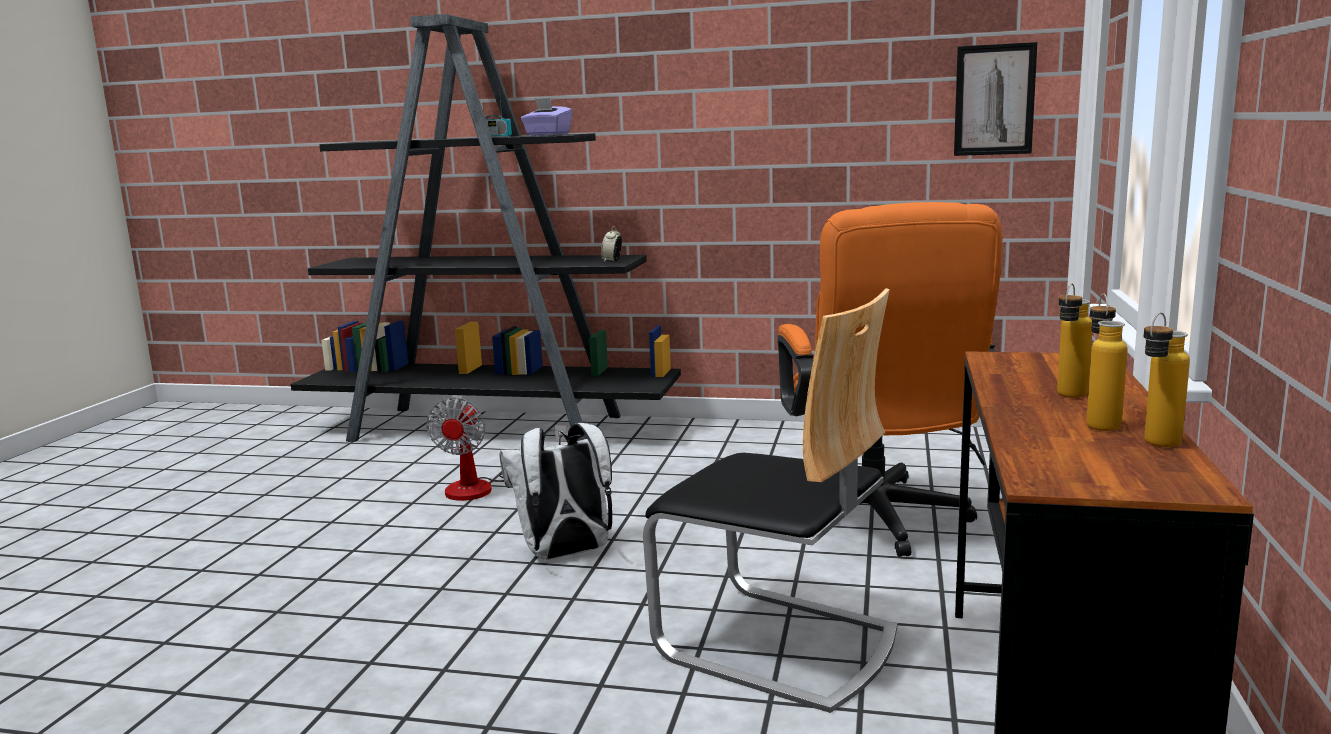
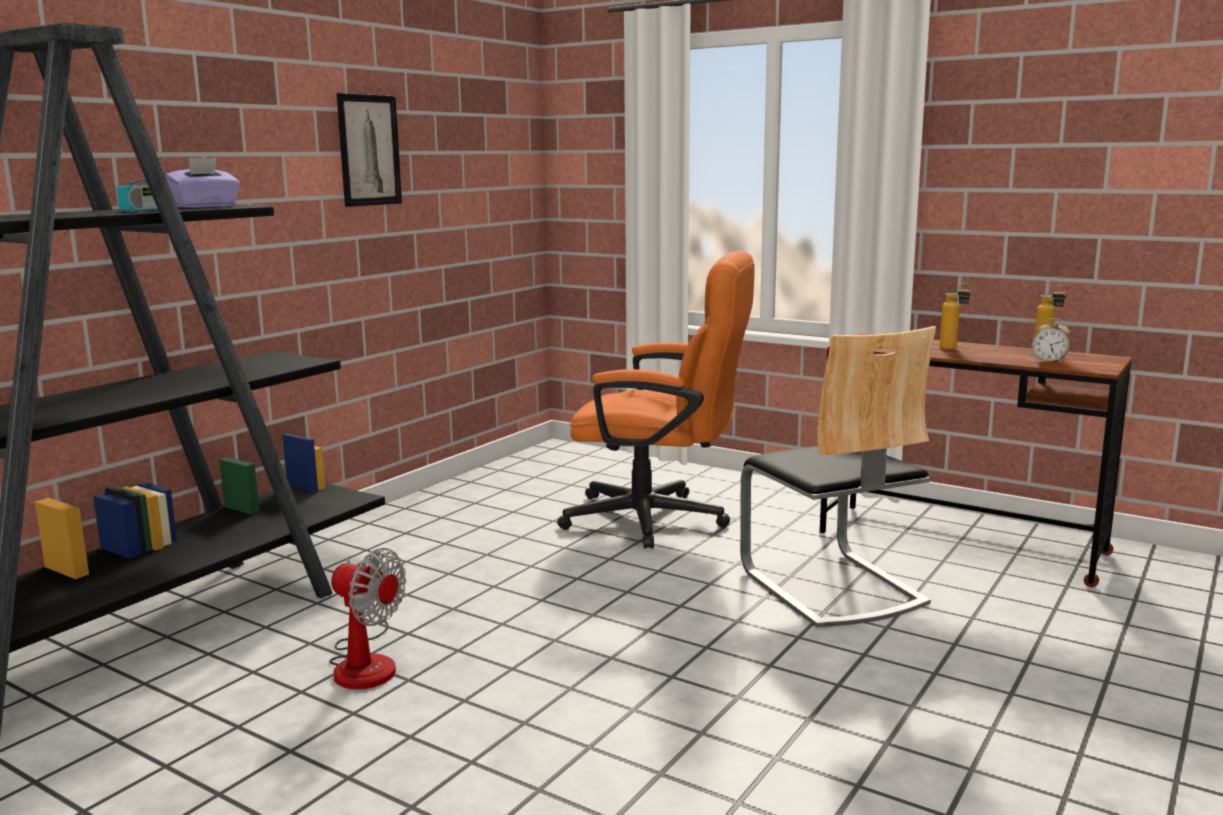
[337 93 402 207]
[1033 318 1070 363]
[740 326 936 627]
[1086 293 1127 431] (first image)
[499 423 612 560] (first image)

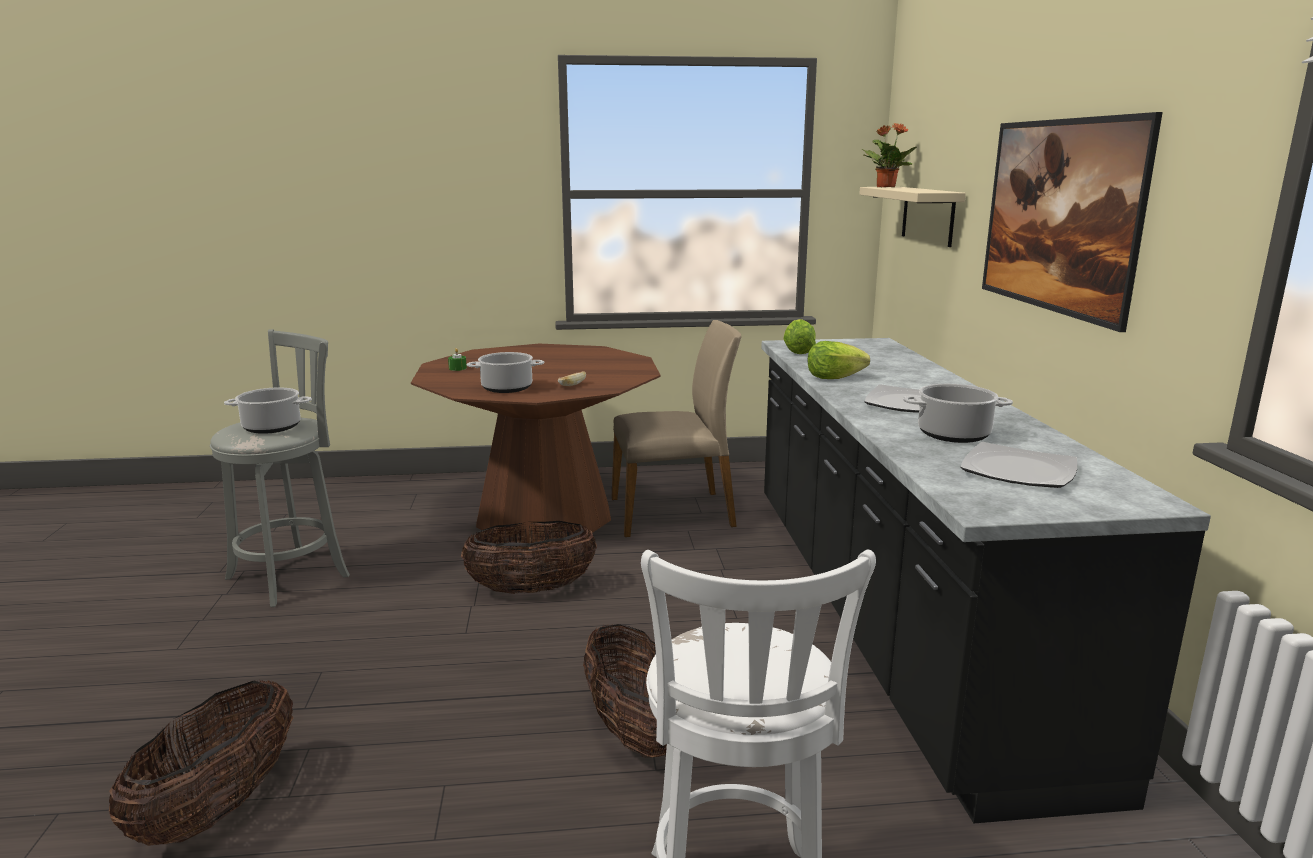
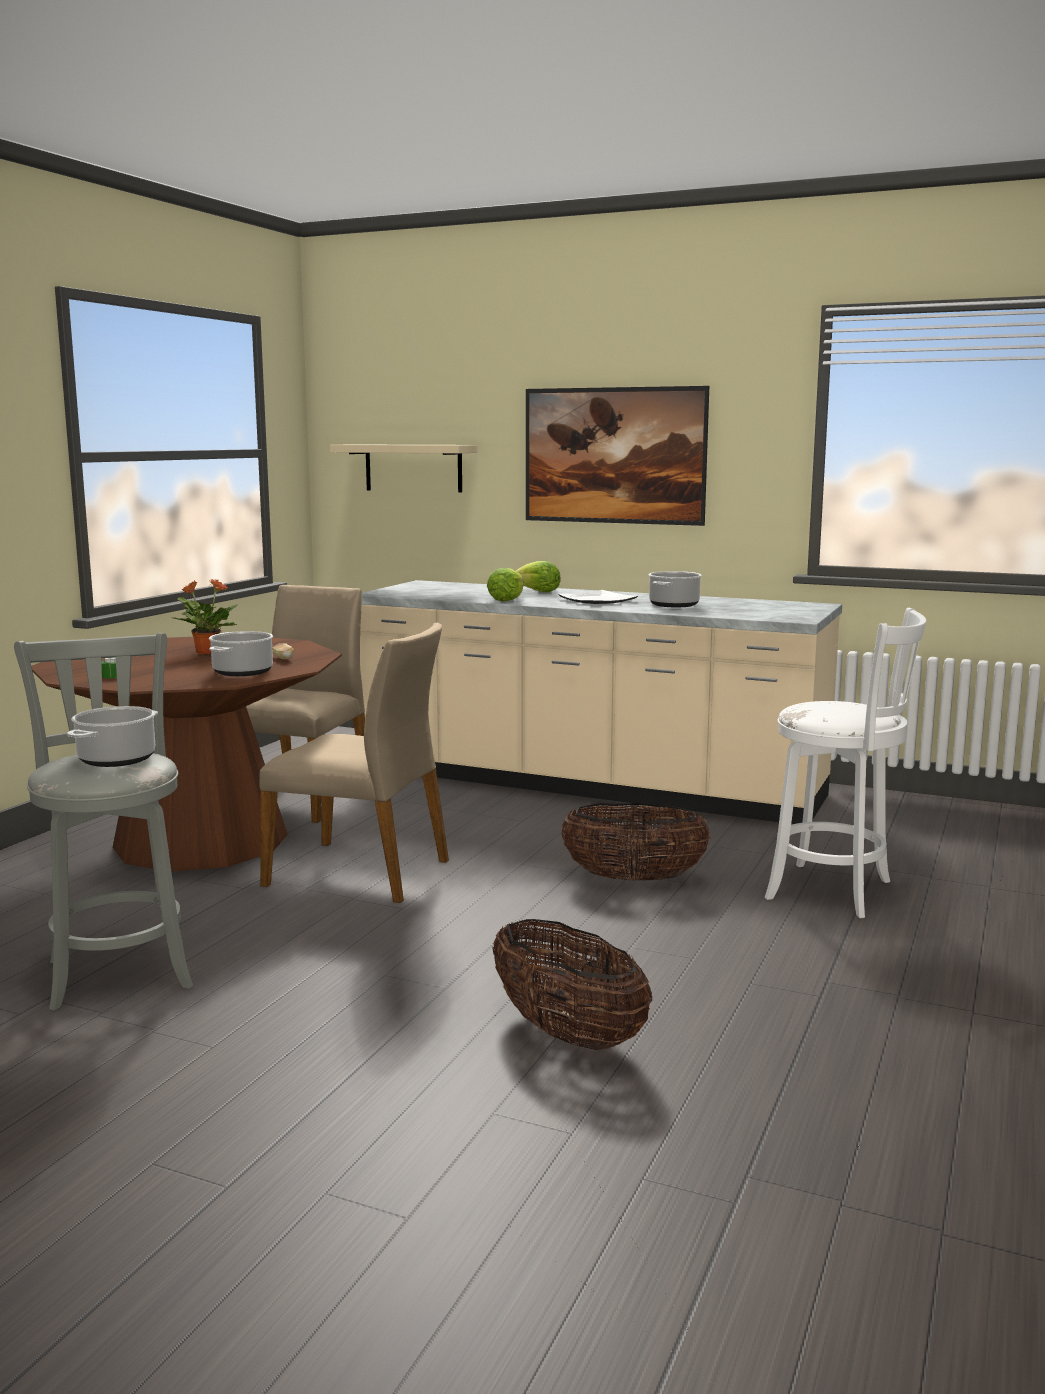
[170 579 239 655]
[516 561 561 592]
[360 580 842 824]
[960 442 1077 488] (first image)
[259 623 449 903]

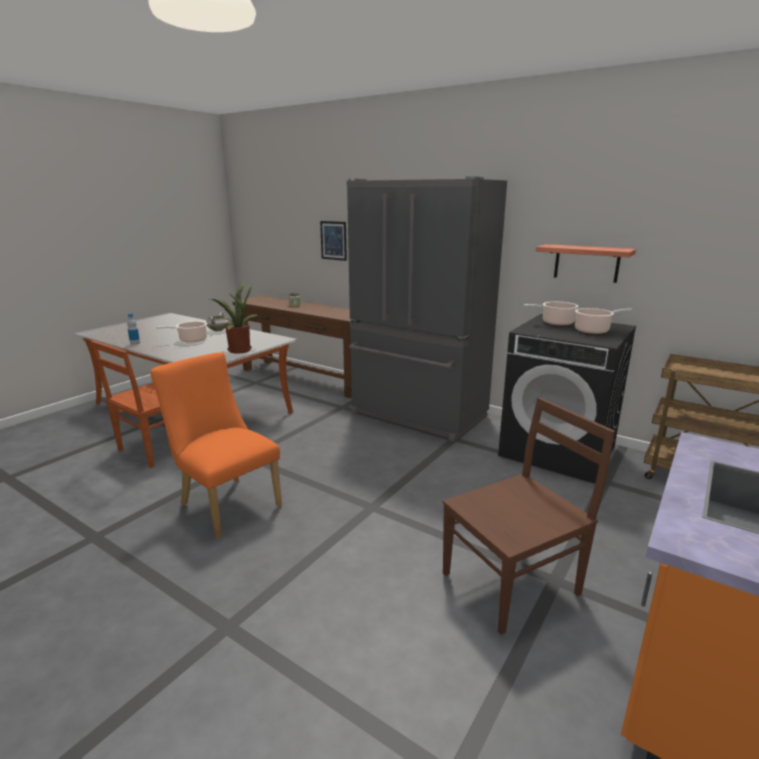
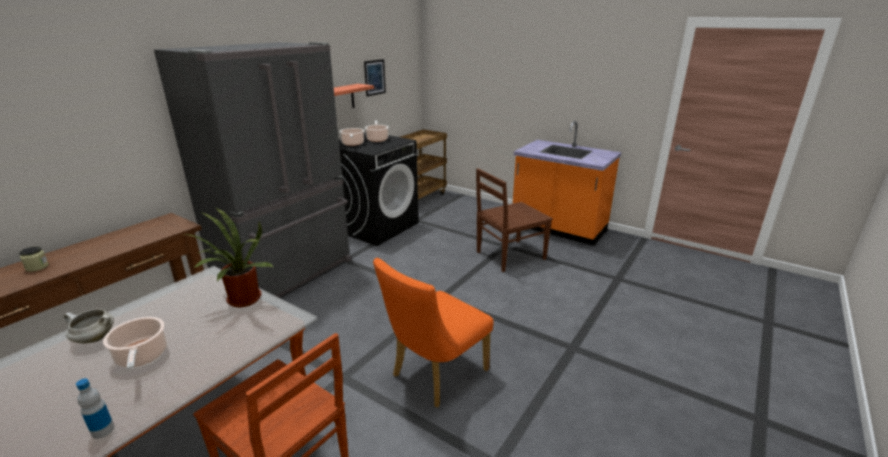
[364 59 386 97]
[476 168 553 272]

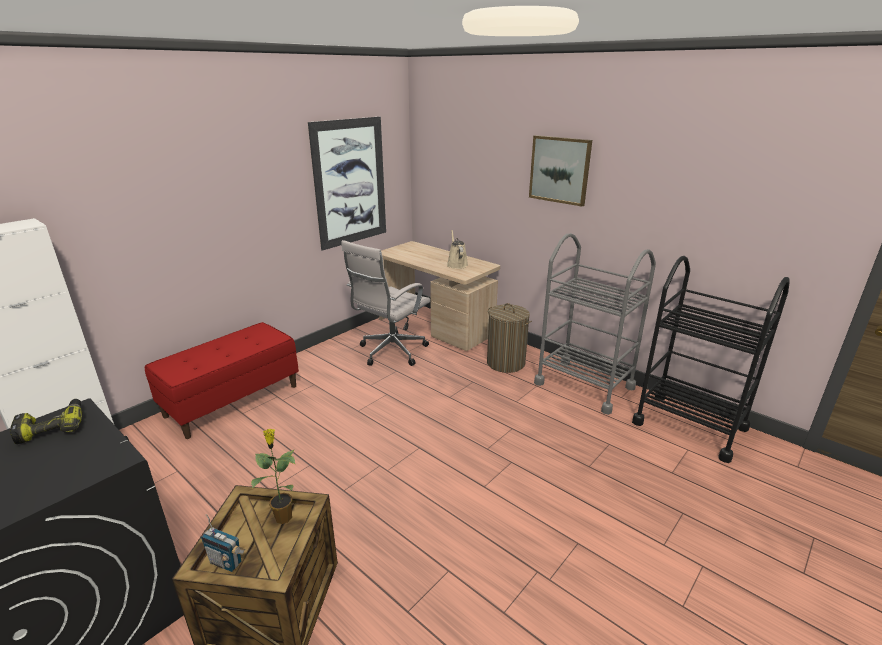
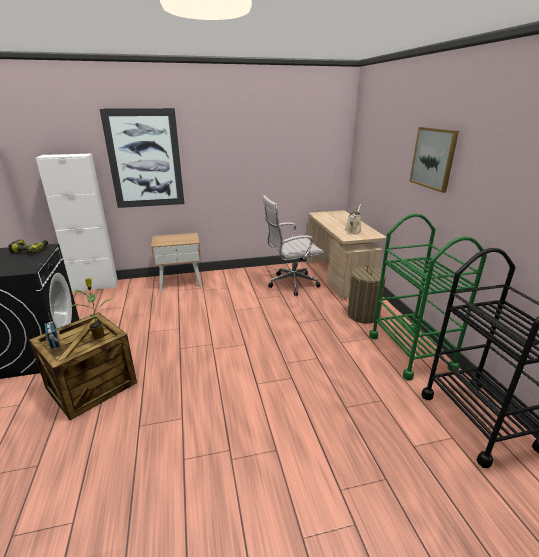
[100 108 184 208]
[369 214 487 381]
[151 233 202 291]

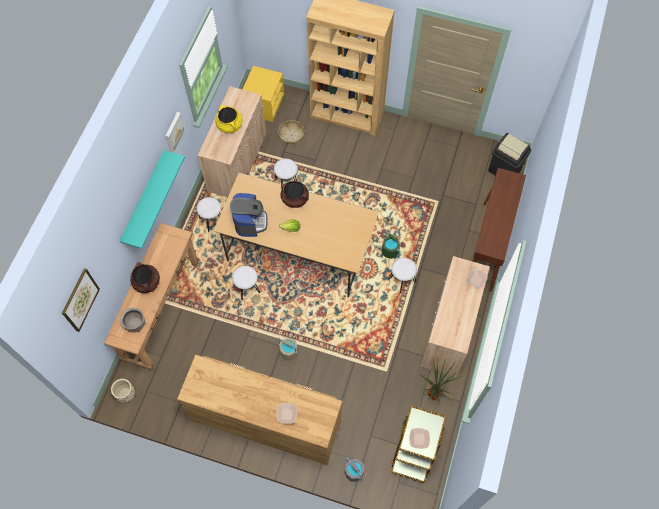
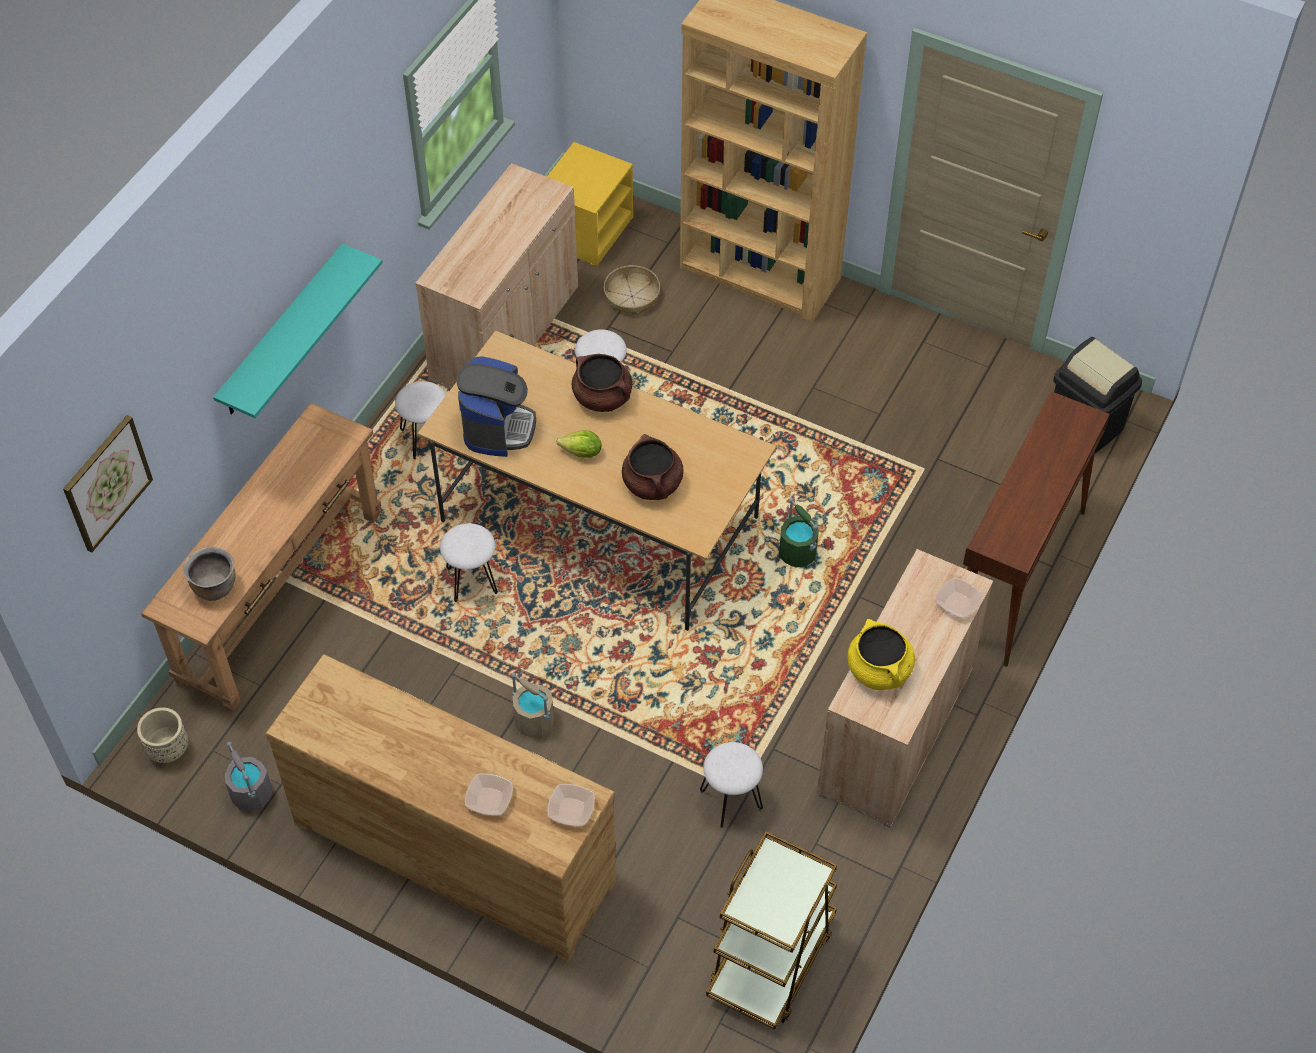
[847 619 915 690]
[165 112 185 153] (first image)
[700 742 763 828]
[622 434 684 500]
[418 358 463 406] (first image)
[547 784 595 826]
[225 742 273 812]

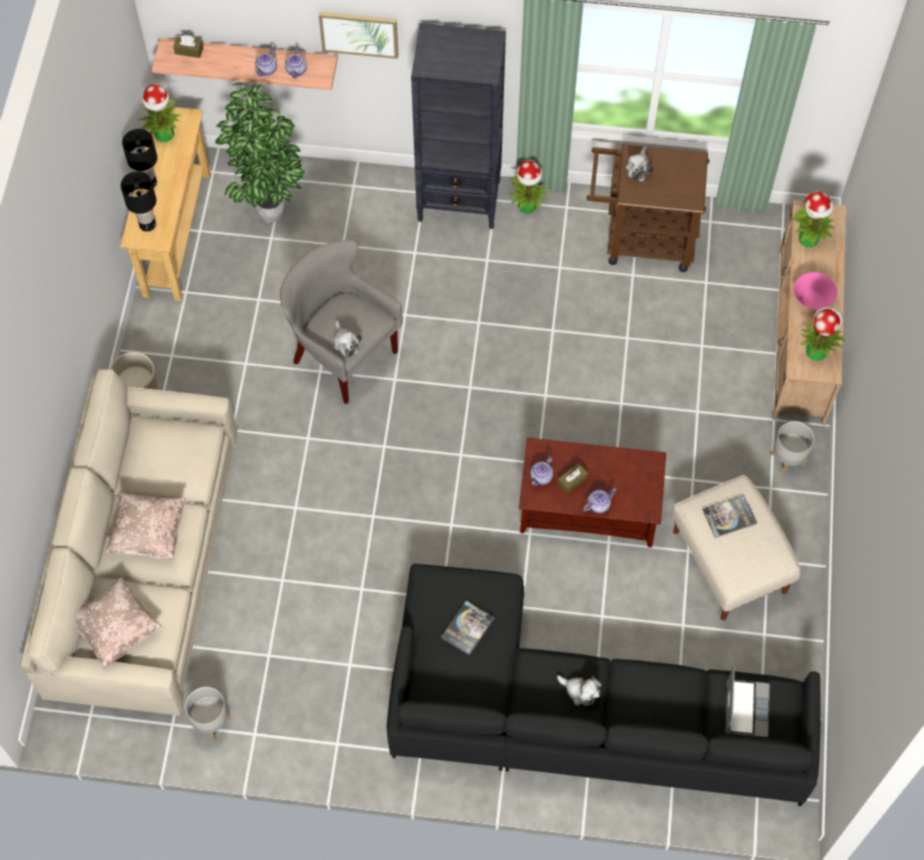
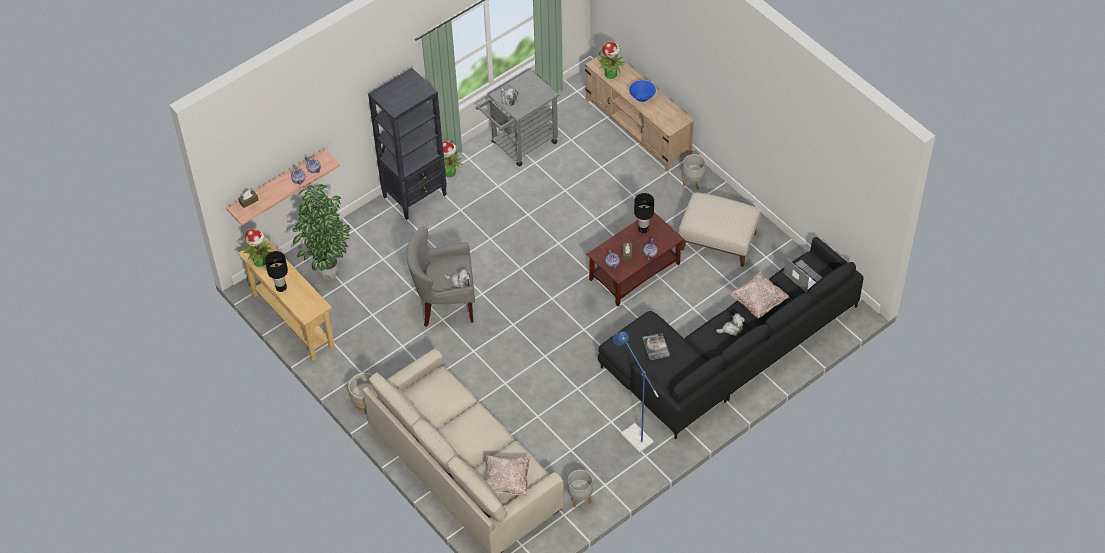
[319 12 398 59] (first image)
[476 69 559 166]
[634 193 654 233]
[629 80 656 102]
[800 307 846 361] (first image)
[730 271 790 318]
[702 495 757 538] (first image)
[613 331 659 453]

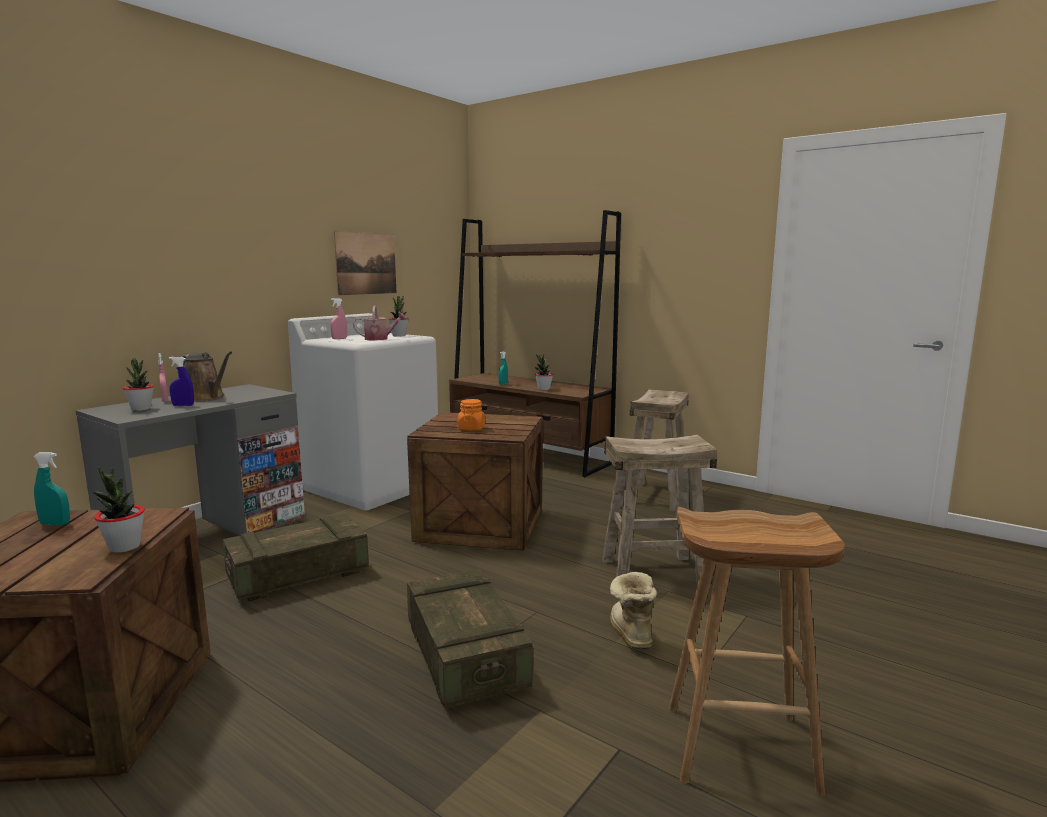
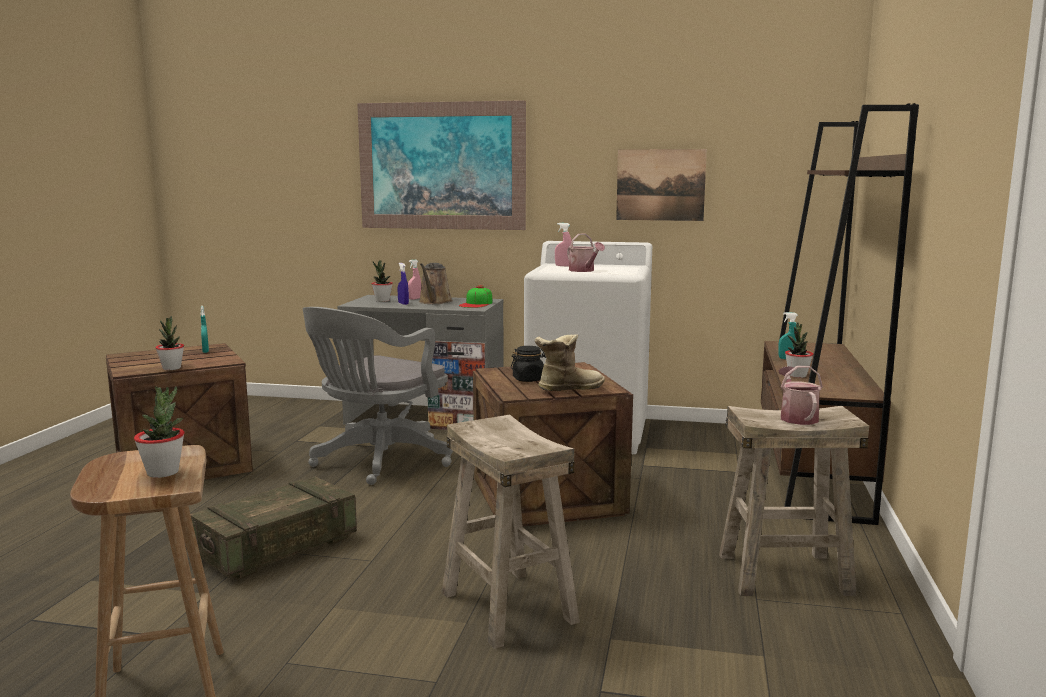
[134 386 185 478]
[511 346 546 382]
[303 307 453 485]
[535 334 605 391]
[357 100 526 230]
[459 285 493 308]
[778 366 823 425]

